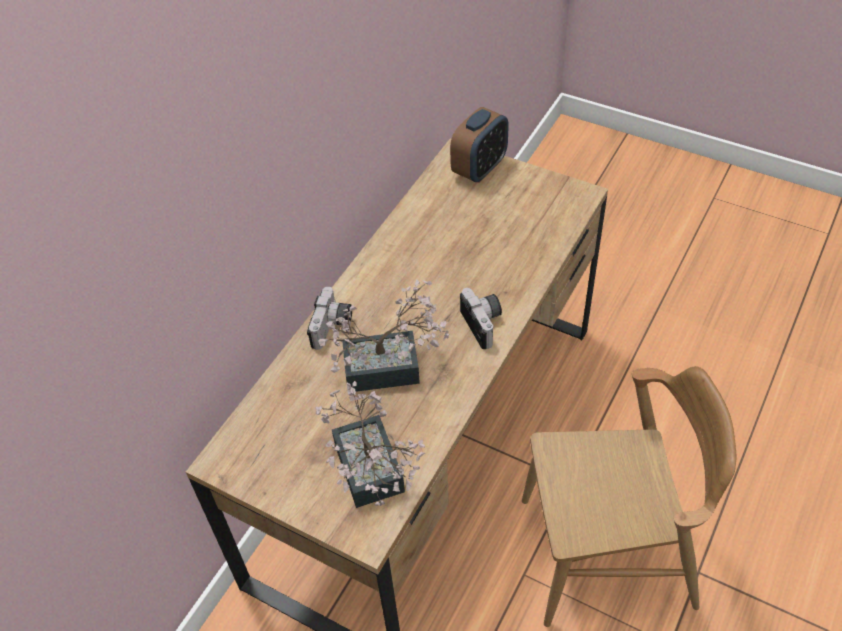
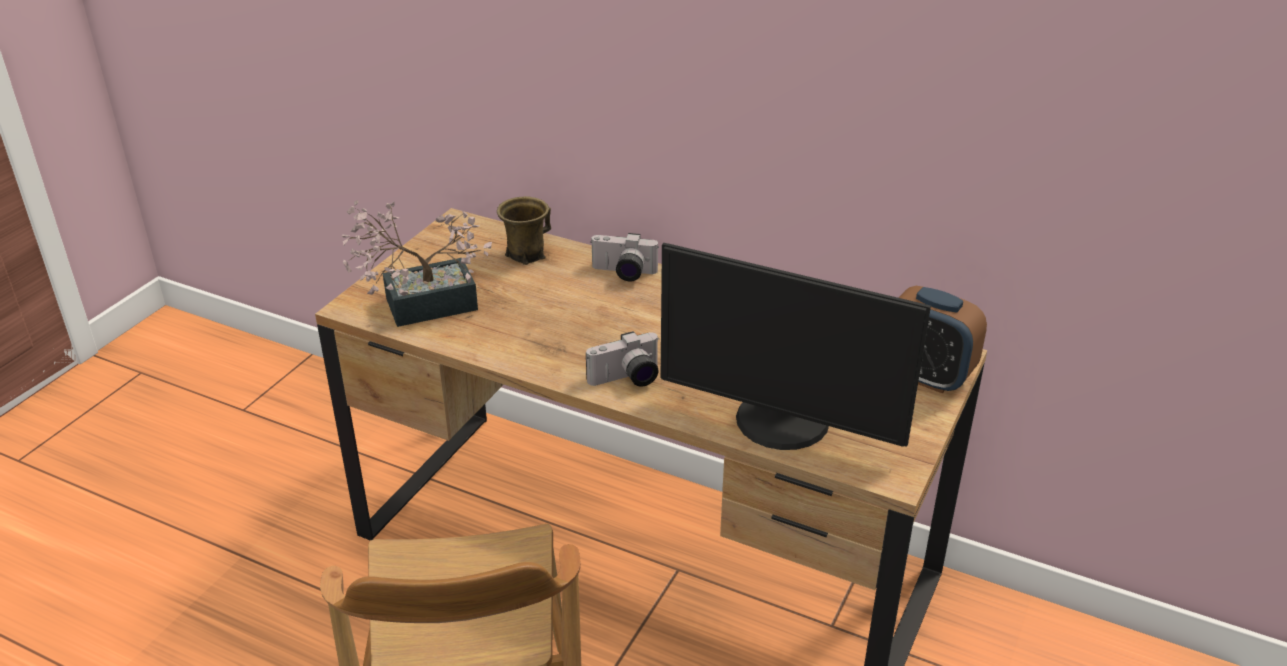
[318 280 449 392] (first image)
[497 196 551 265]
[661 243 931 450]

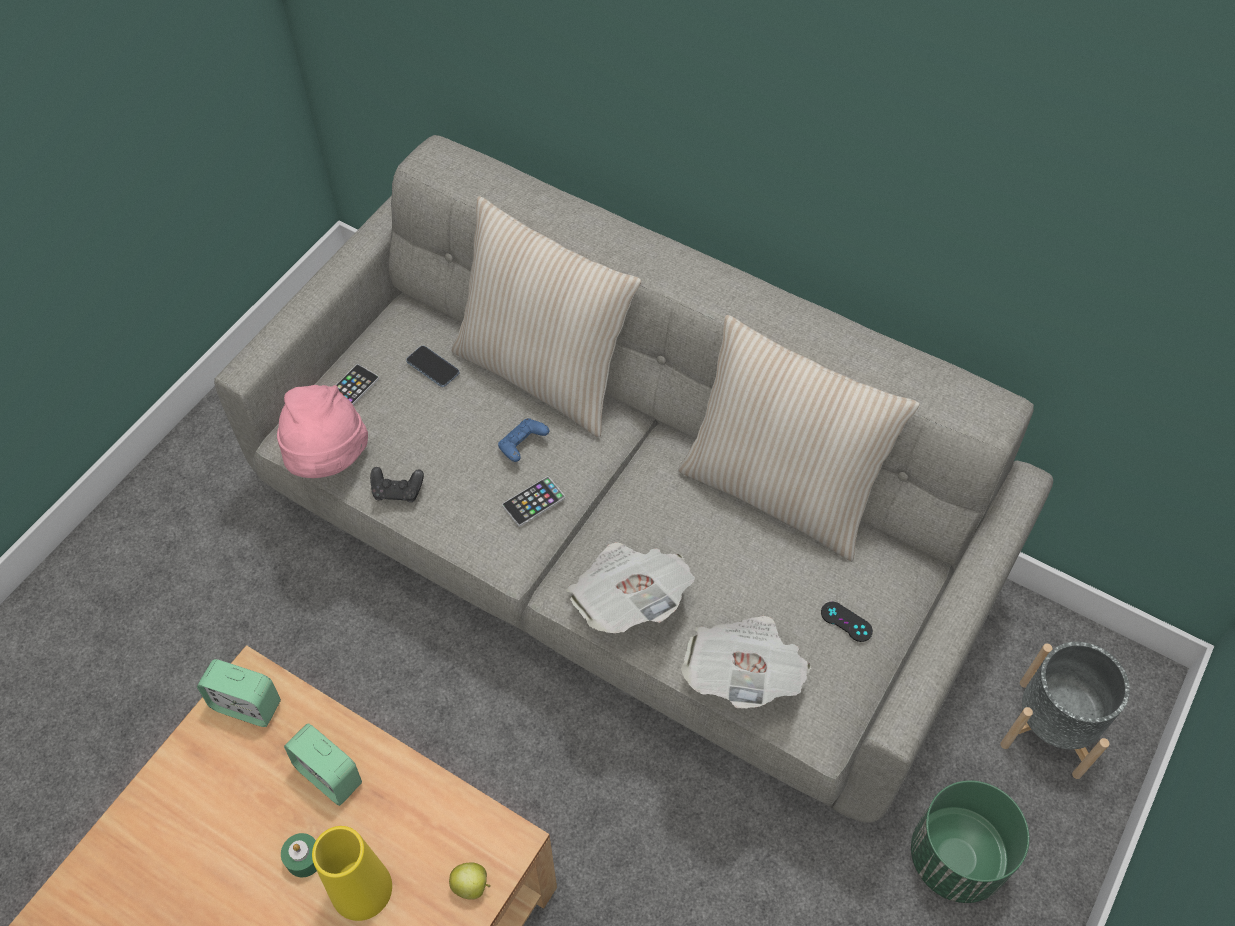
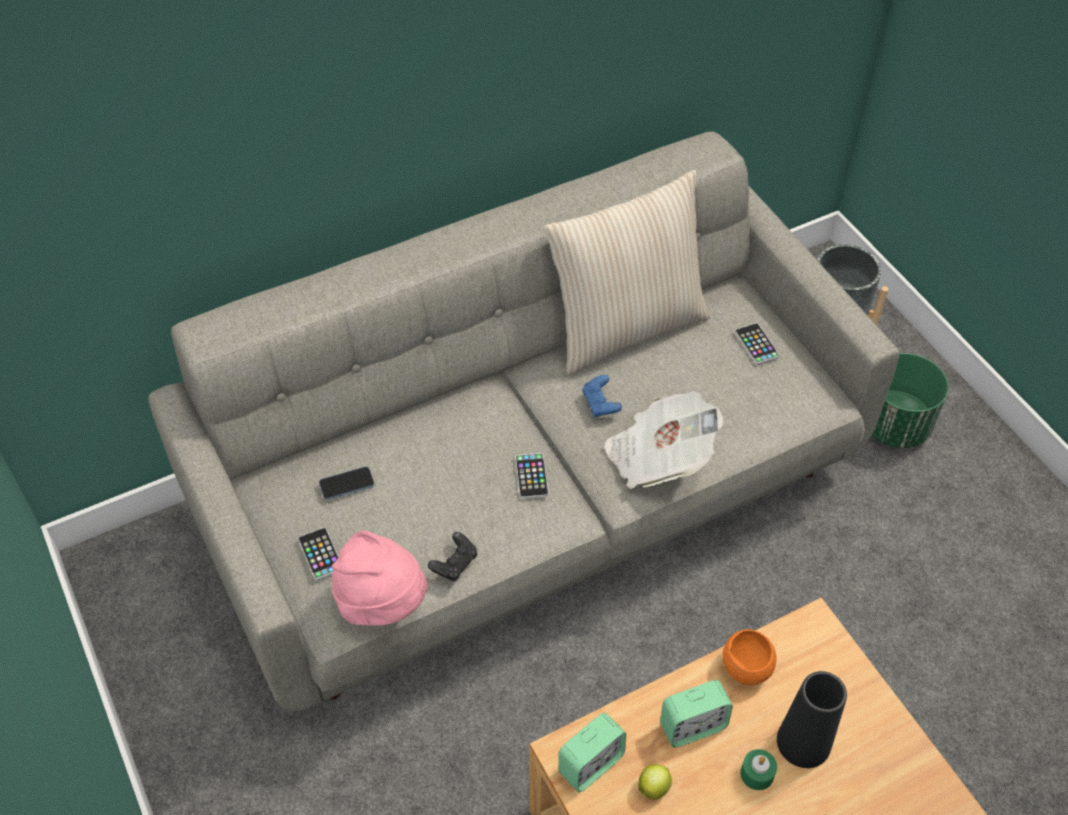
[451 196 641 437] (first image)
[582 375 622 417]
[735 323 780 365]
[681 616 811 708] (first image)
[777 671 847 768]
[638 764 672 800]
[723 629 777 685]

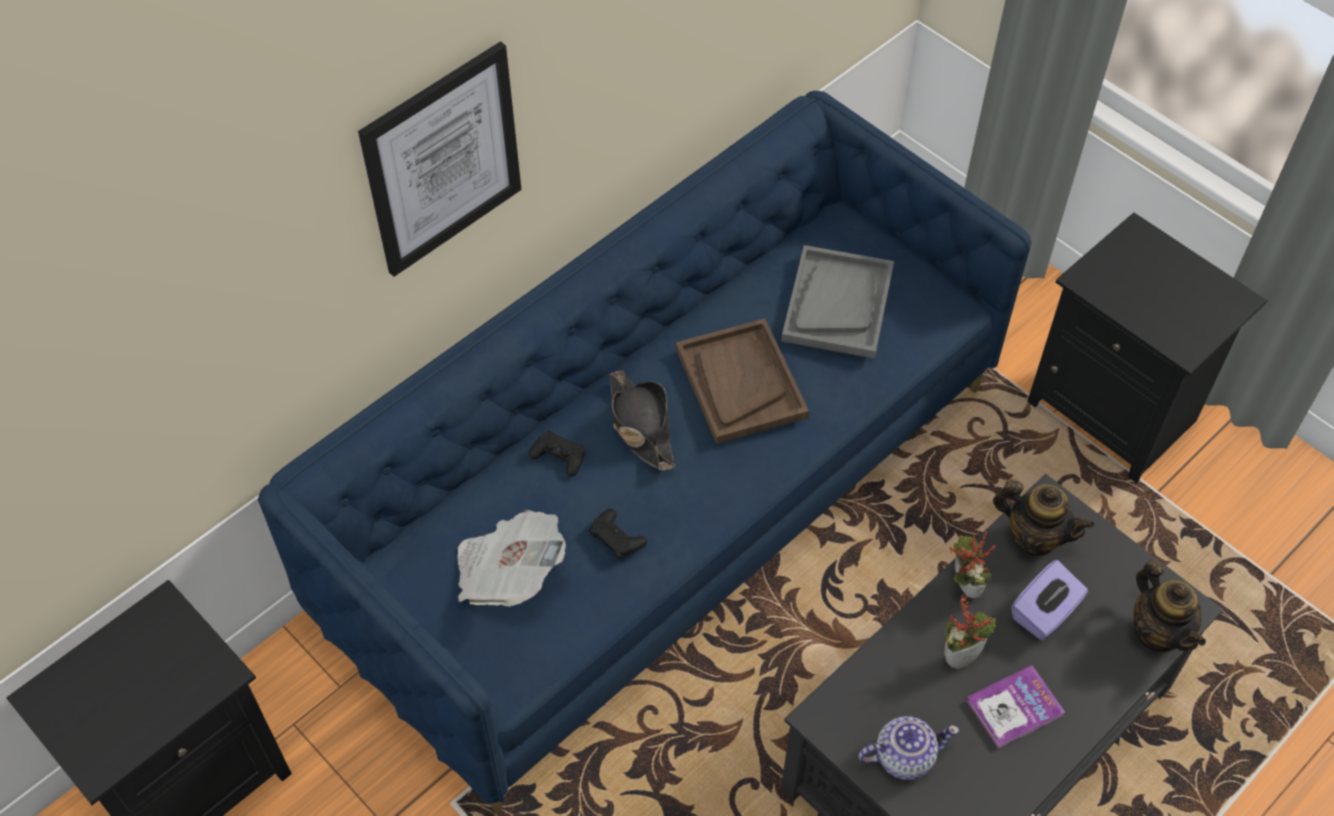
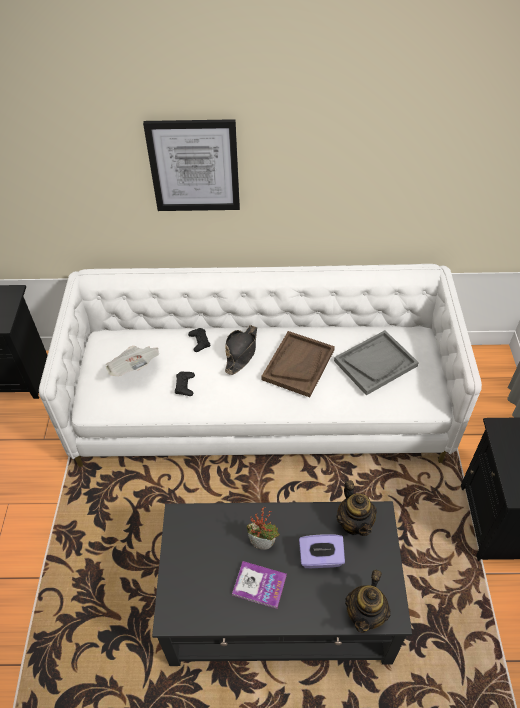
[39 264 482 467]
[949 531 995 599] (first image)
[858 716 959 780] (first image)

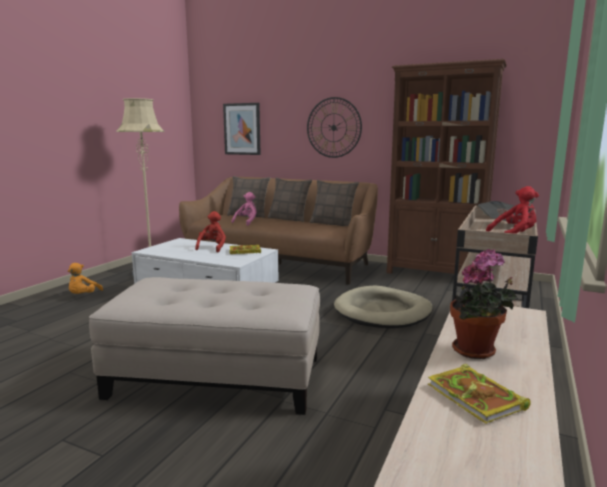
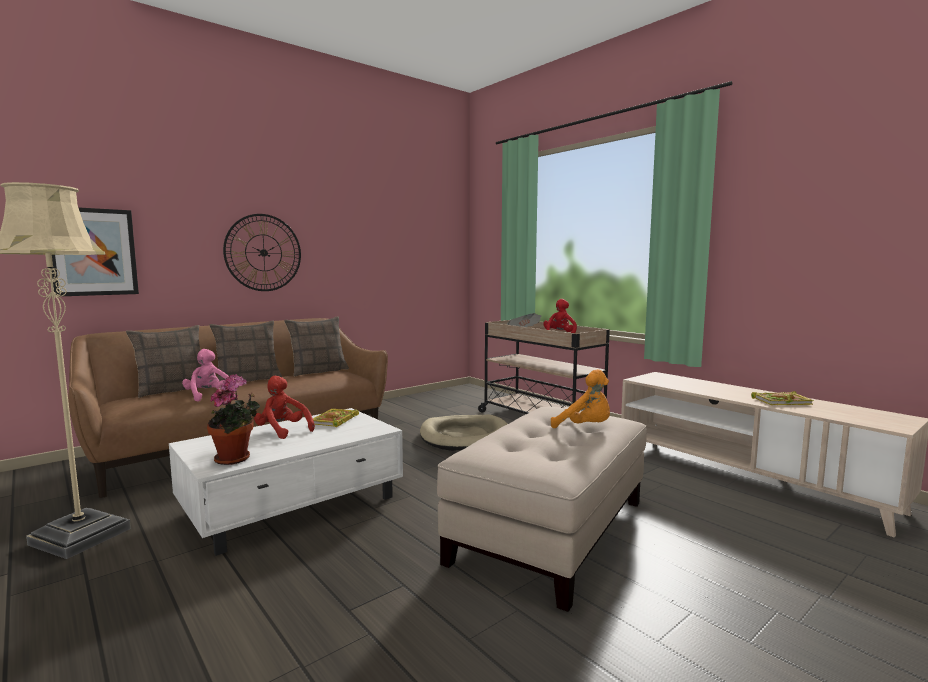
[386 59 507 274] (first image)
[207 374 260 465]
[551 369 610 428]

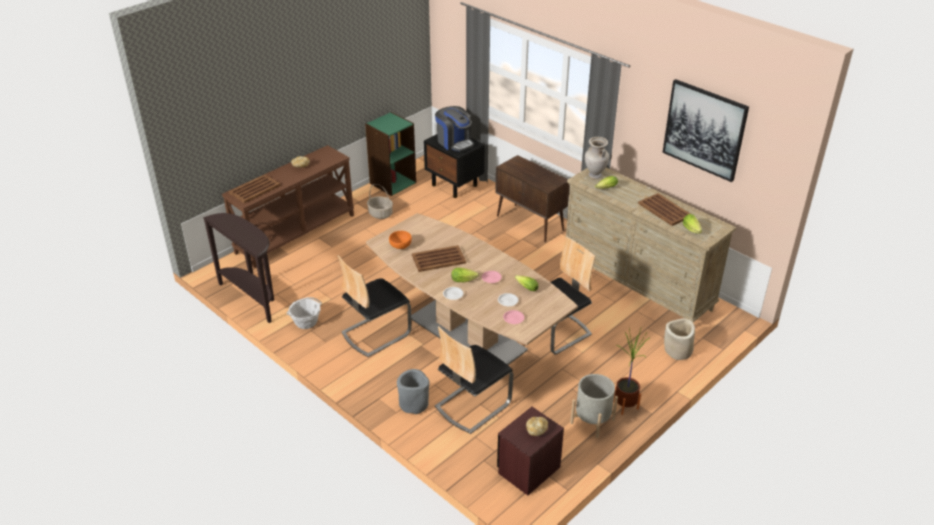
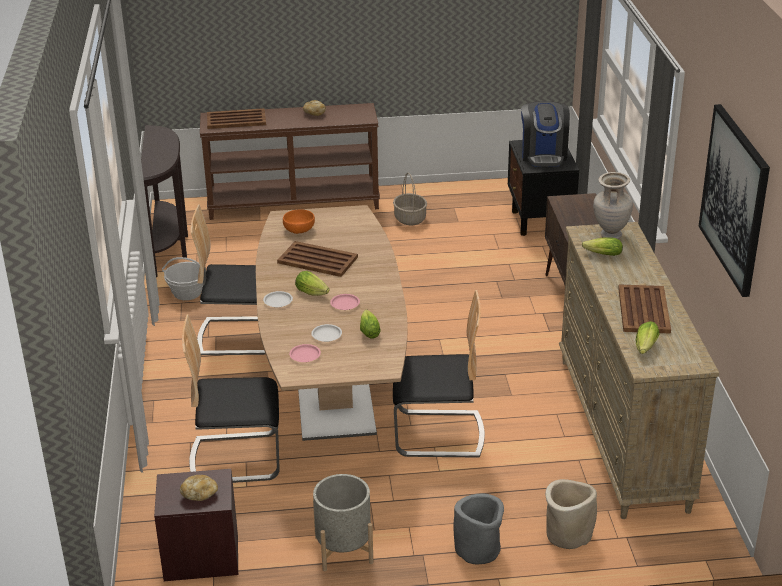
[365 112 416 196] (first image)
[613 327 649 415] (first image)
[453 493 504 565]

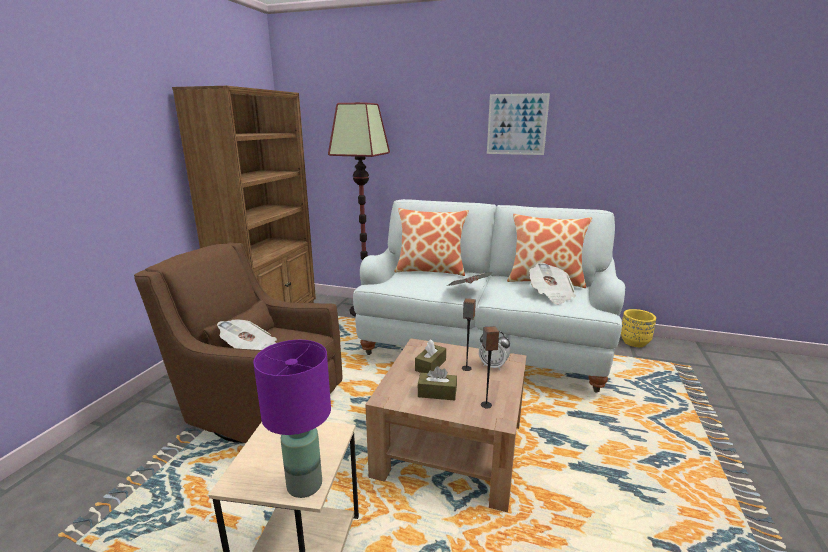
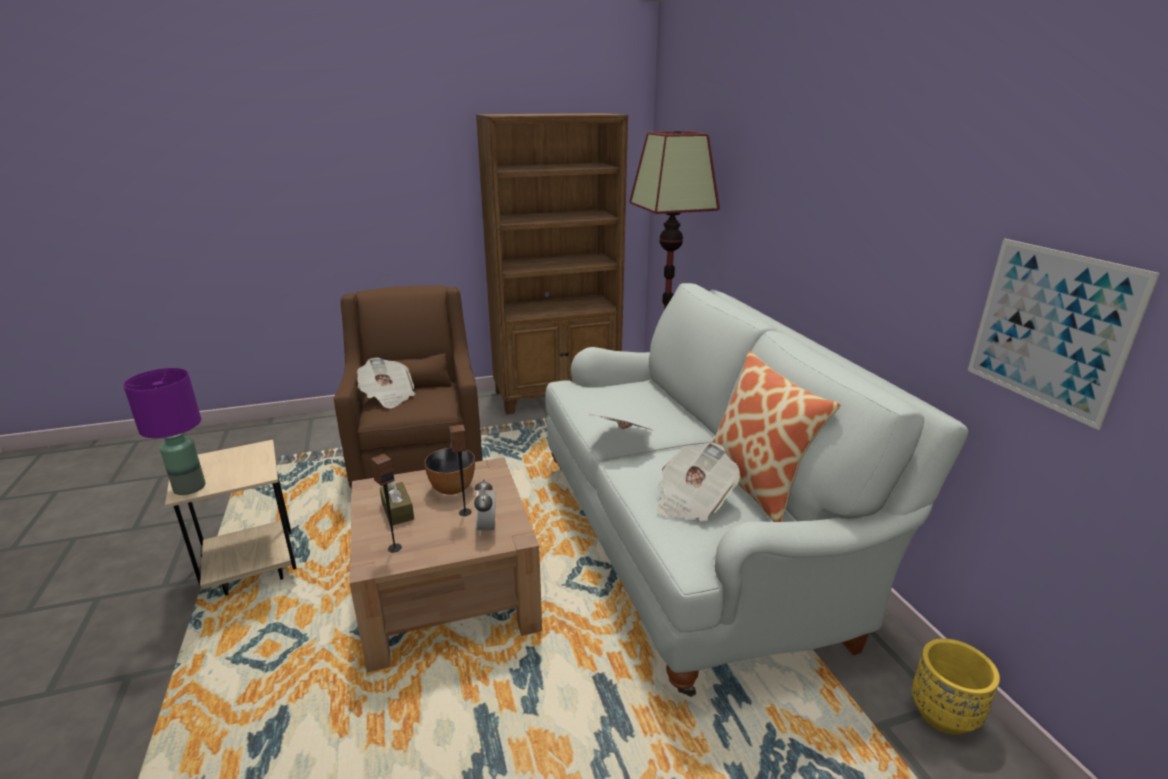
[968 239 1160 430]
[394 208 469 276] (first image)
[425 448 475 495]

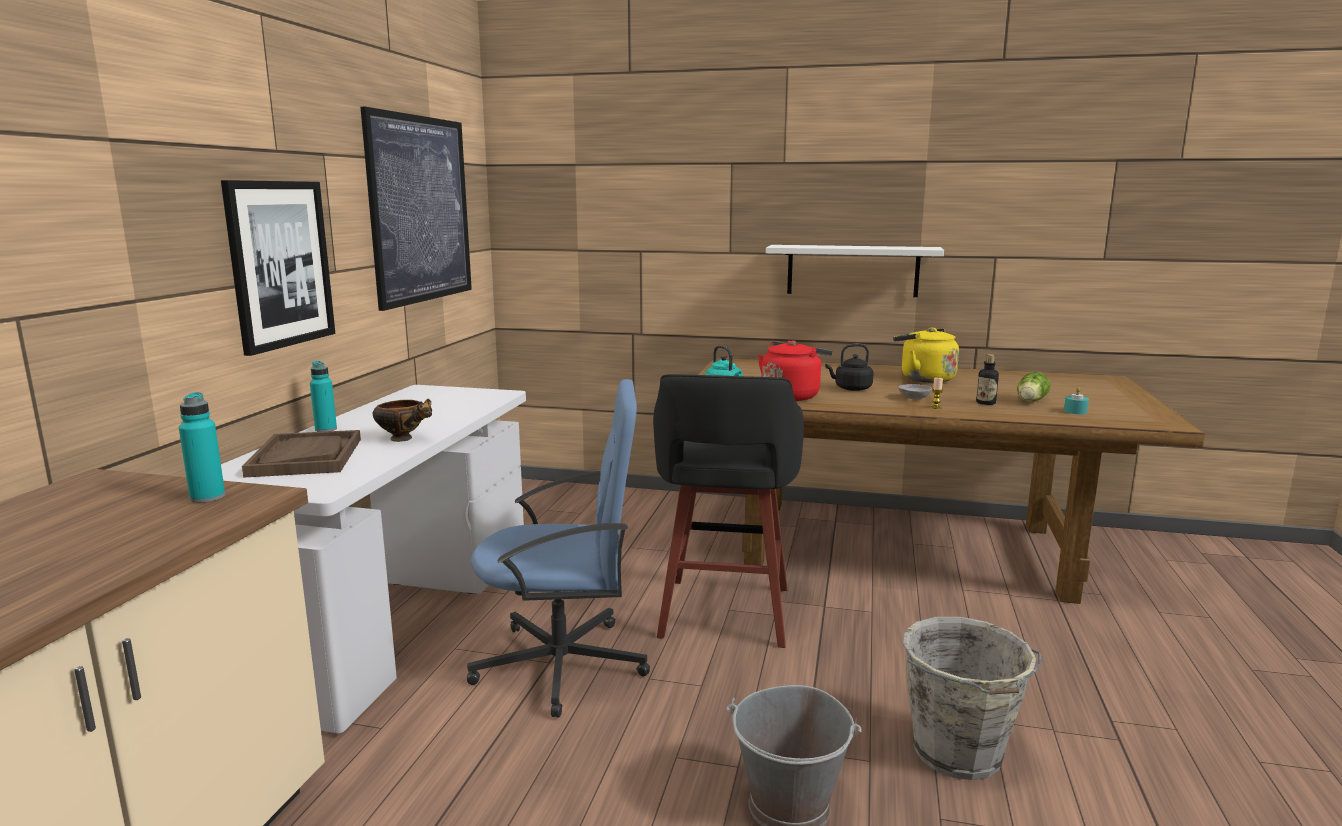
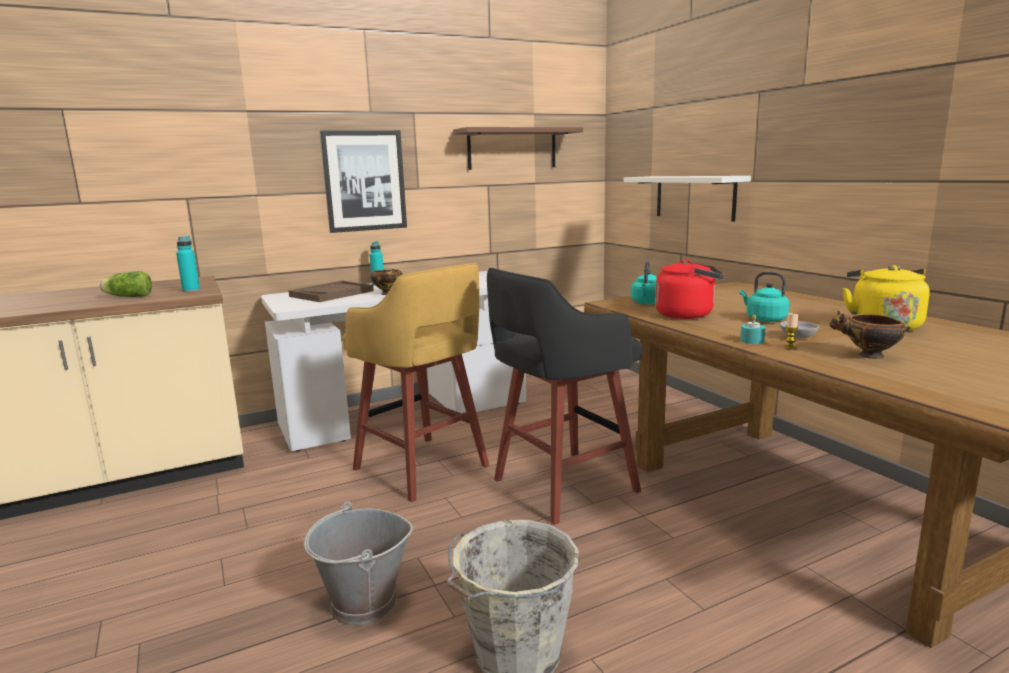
[453 127 583 170]
[623 176 751 222]
[740 272 789 322]
[829 310 911 359]
[100 271 152 297]
[342 263 489 502]
[740 314 766 344]

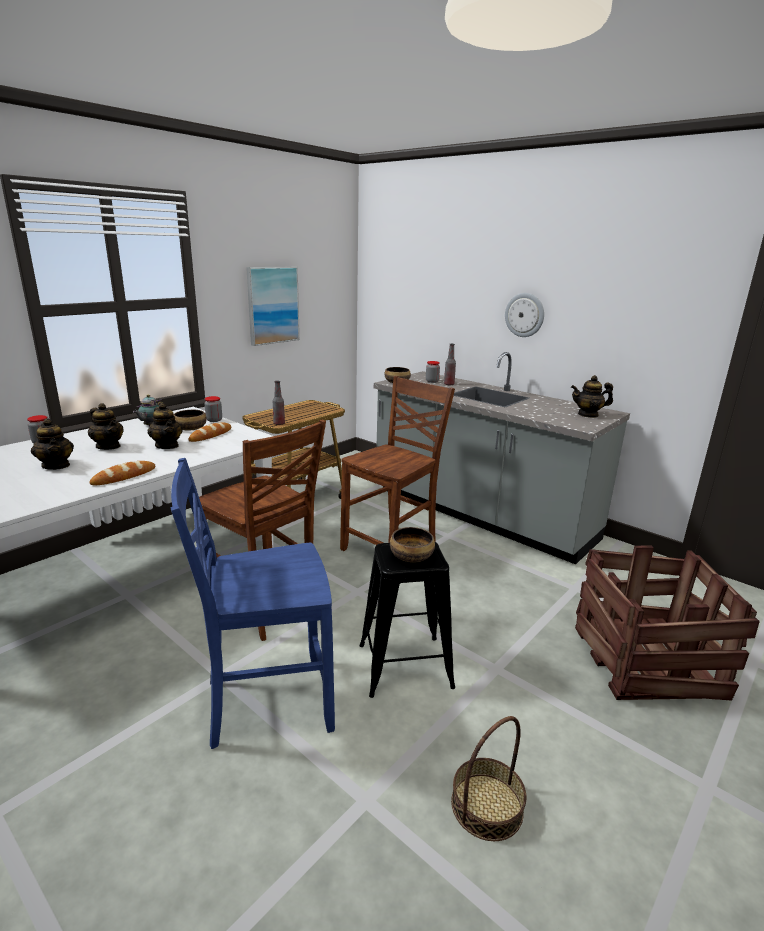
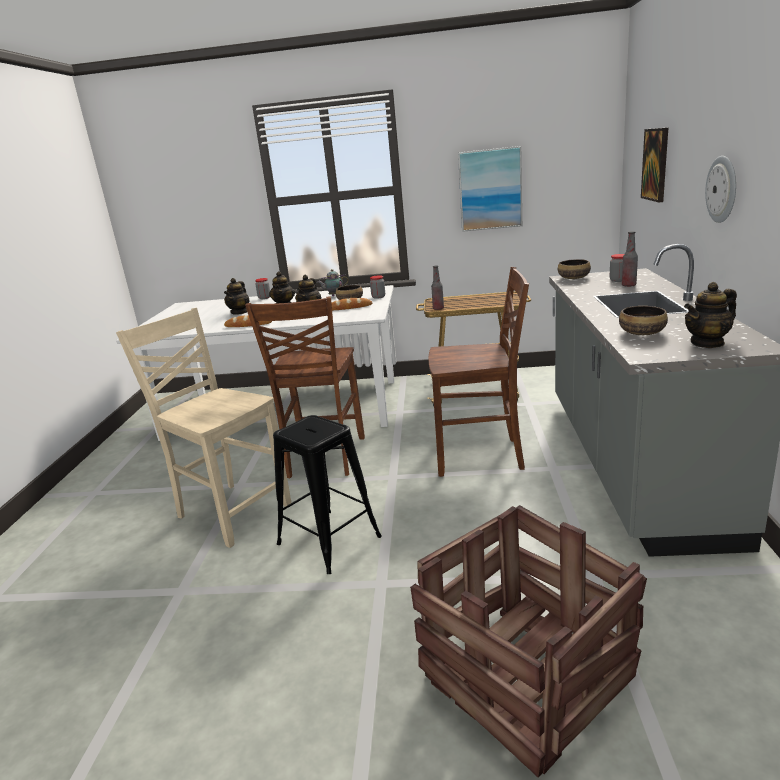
[684 282 737 348]
[116 308 291 548]
[619 306 668 335]
[451 716 527 841] (first image)
[641 128 668 202]

